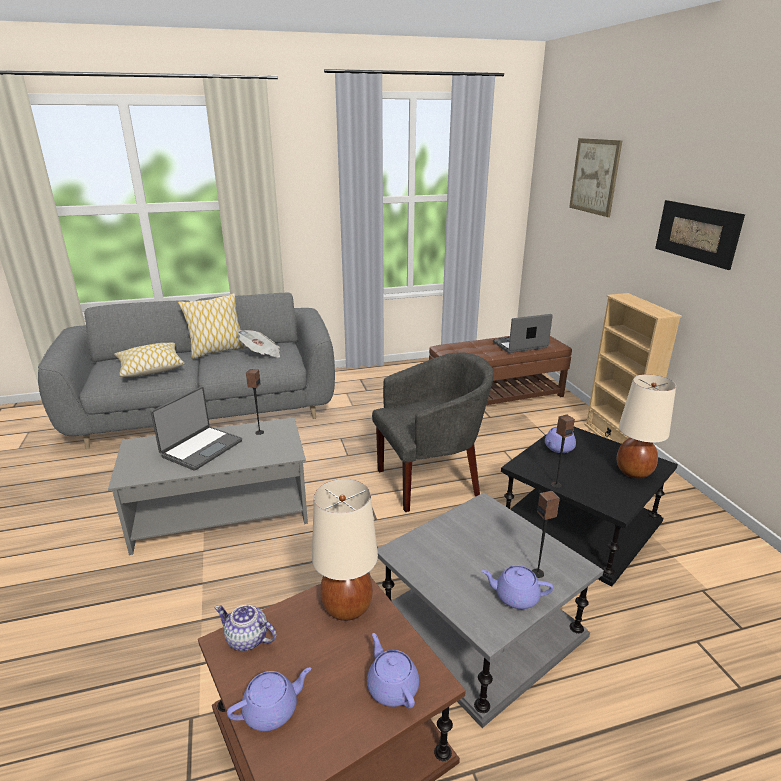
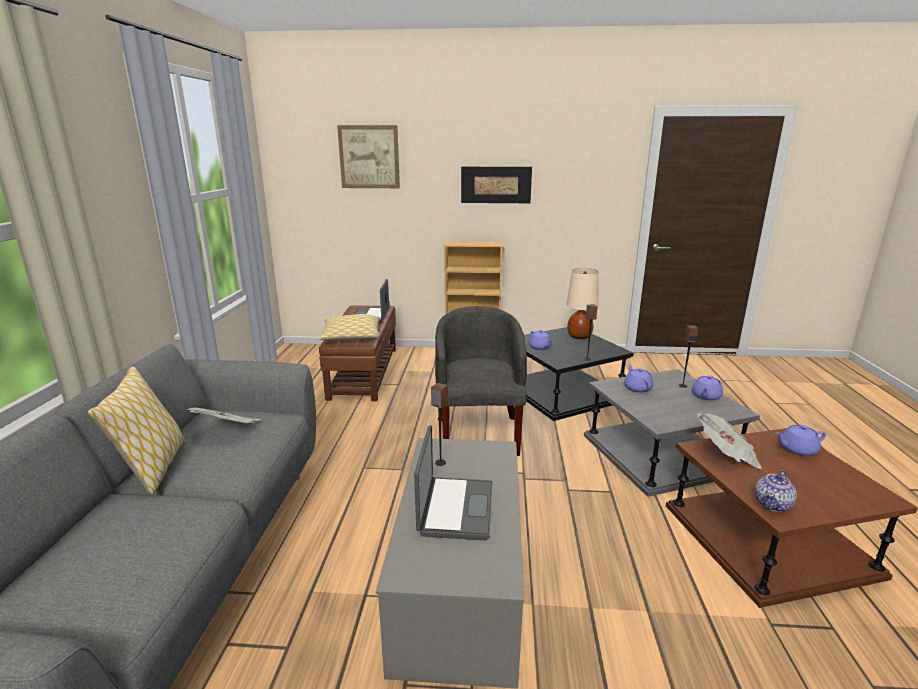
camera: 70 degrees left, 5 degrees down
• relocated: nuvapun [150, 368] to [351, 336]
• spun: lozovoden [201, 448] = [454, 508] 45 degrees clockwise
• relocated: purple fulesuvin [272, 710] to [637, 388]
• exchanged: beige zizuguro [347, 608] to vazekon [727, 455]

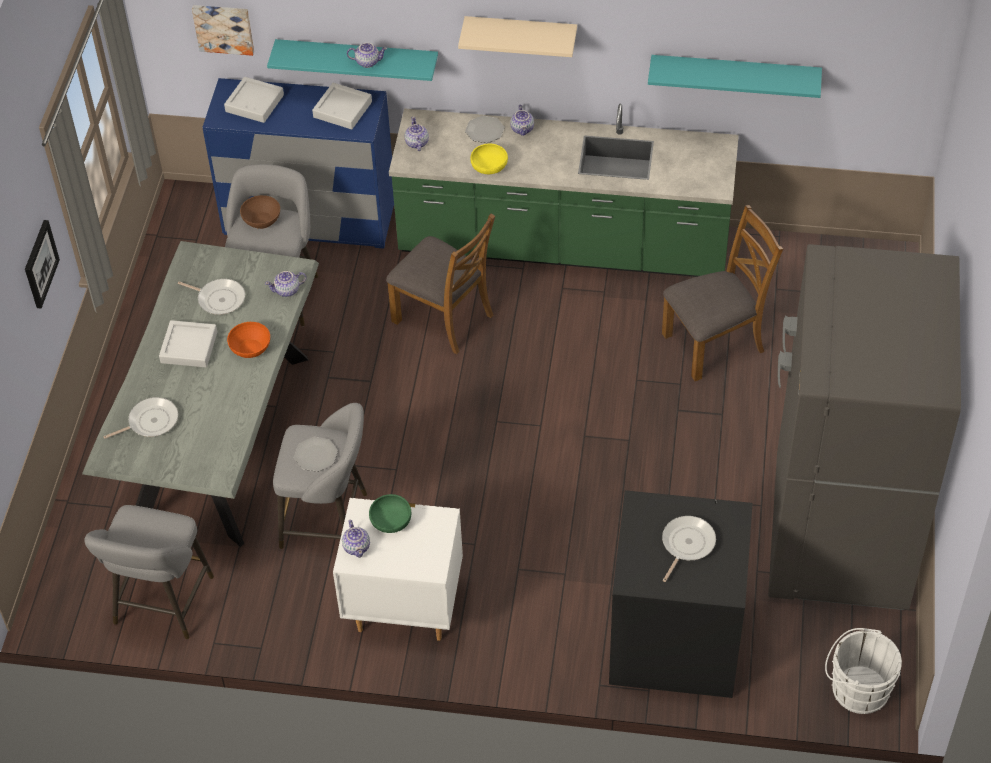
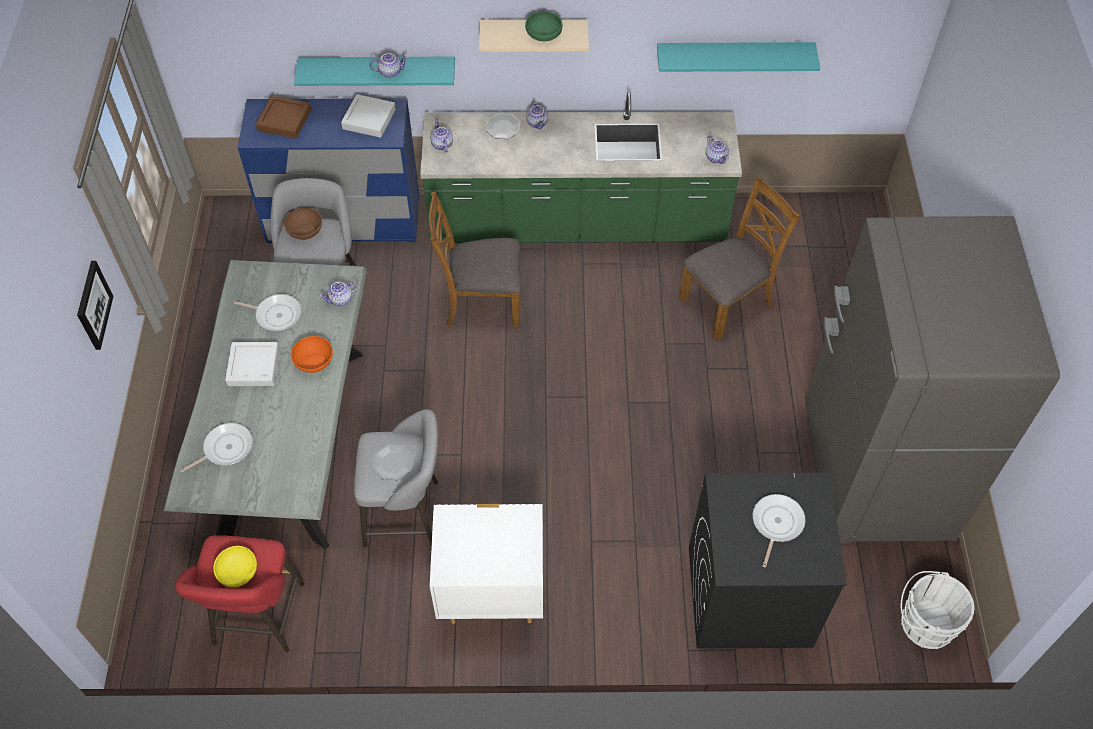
camera: 10 degrees left, 5 degrees up
• colour: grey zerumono [161, 605] to red zerumono [257, 619]
• relocated: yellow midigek [489, 167] to [238, 572]
• colour: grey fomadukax [254, 103] to brown fomadukax [284, 120]
• spun: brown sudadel [444, 317] = [481, 302] 150 degrees clockwise
• relocated: green midigek [391, 521] to [543, 35]
• relocated: fulesuvin [357, 546] to [716, 157]
• missing: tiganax [224, 28]

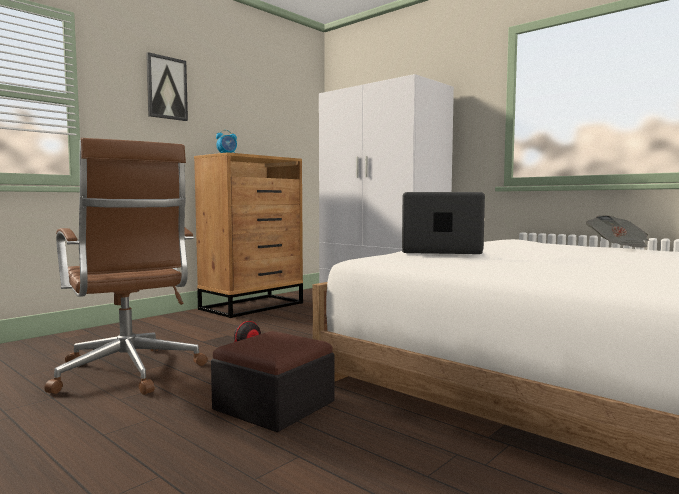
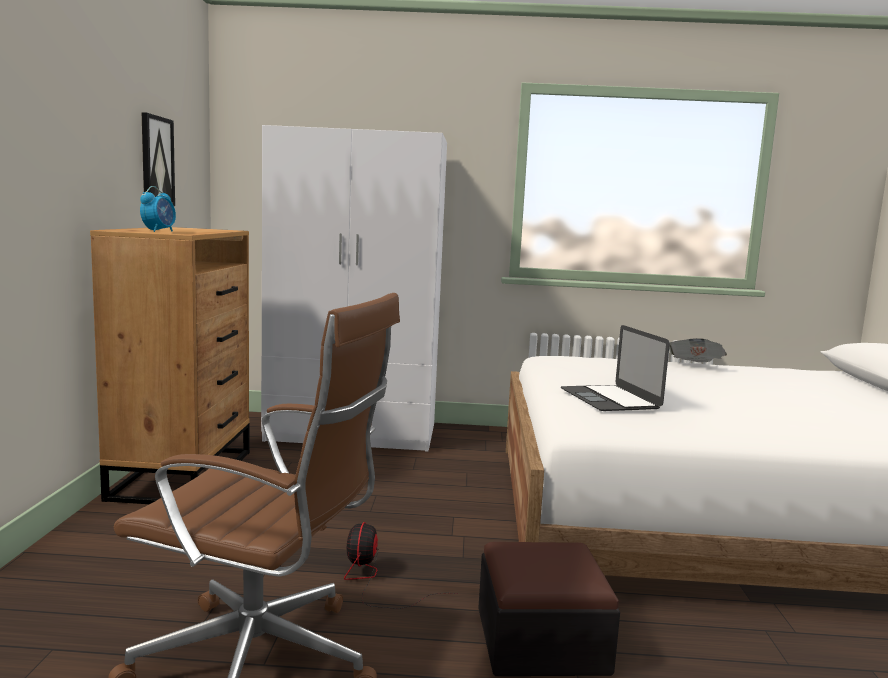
camera: 40 degrees left, 5 degrees up
• relocated: tiganax [166, 88] to [156, 161]
• spun: lozovoden [440, 251] = [610, 398] 75 degrees counterclockwise

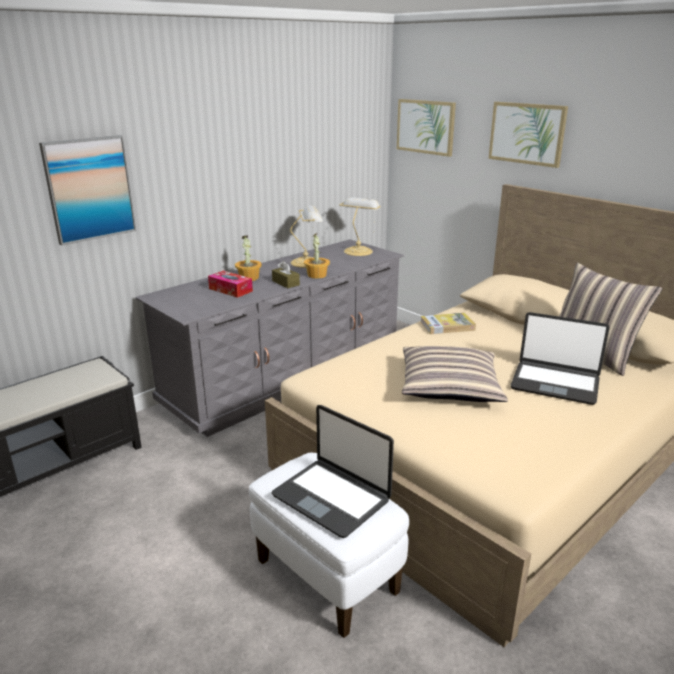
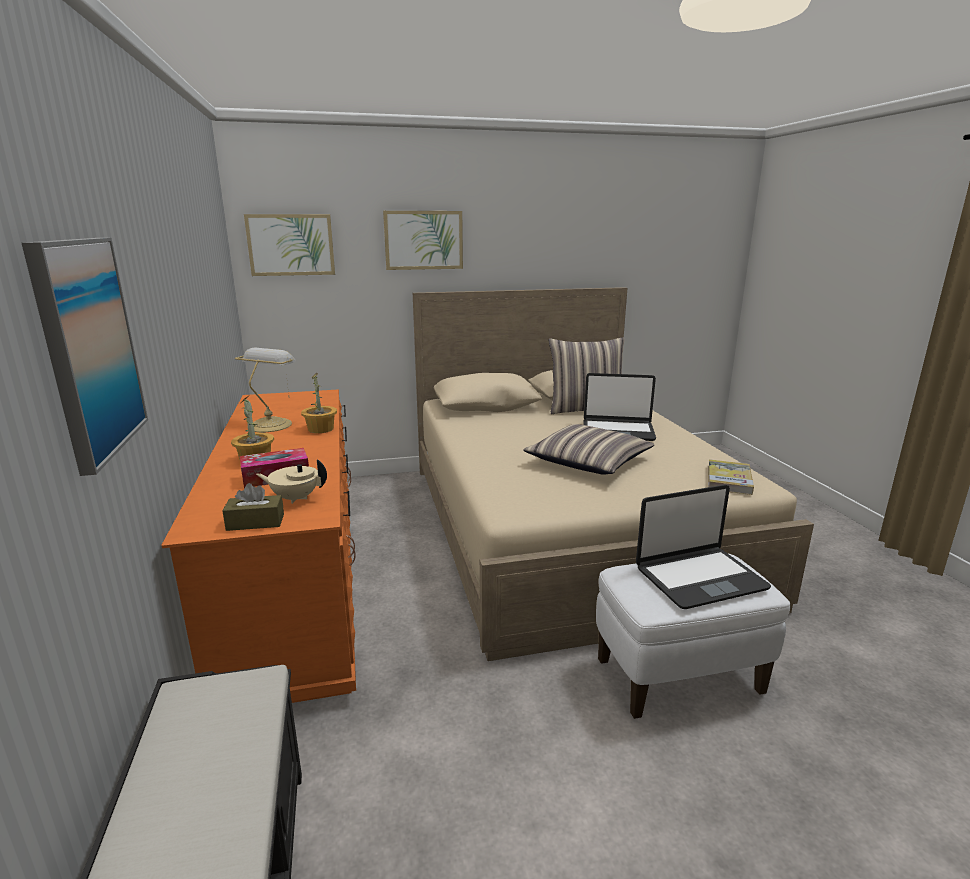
camera: 60 degrees left, 5 degrees down
• colour: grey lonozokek [286, 377] to orange lonozokek [297, 585]
• relocated: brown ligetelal [285, 283] to [255, 522]
• appeared: beige fulesuvin [295, 498]
• spun: lozovoden [555, 383] = [618, 431] 45 degrees clockwise
• relocated: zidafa [447, 326] to [729, 480]
• missing: zizuguro [358, 251]

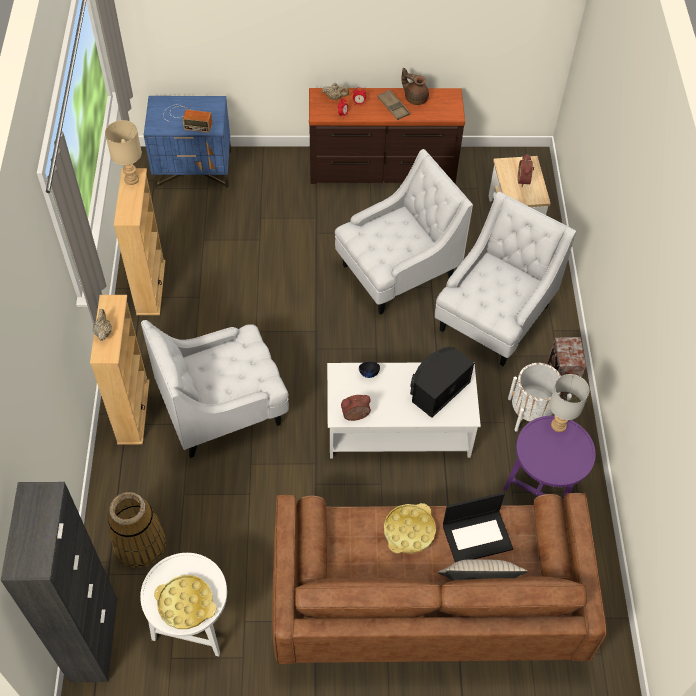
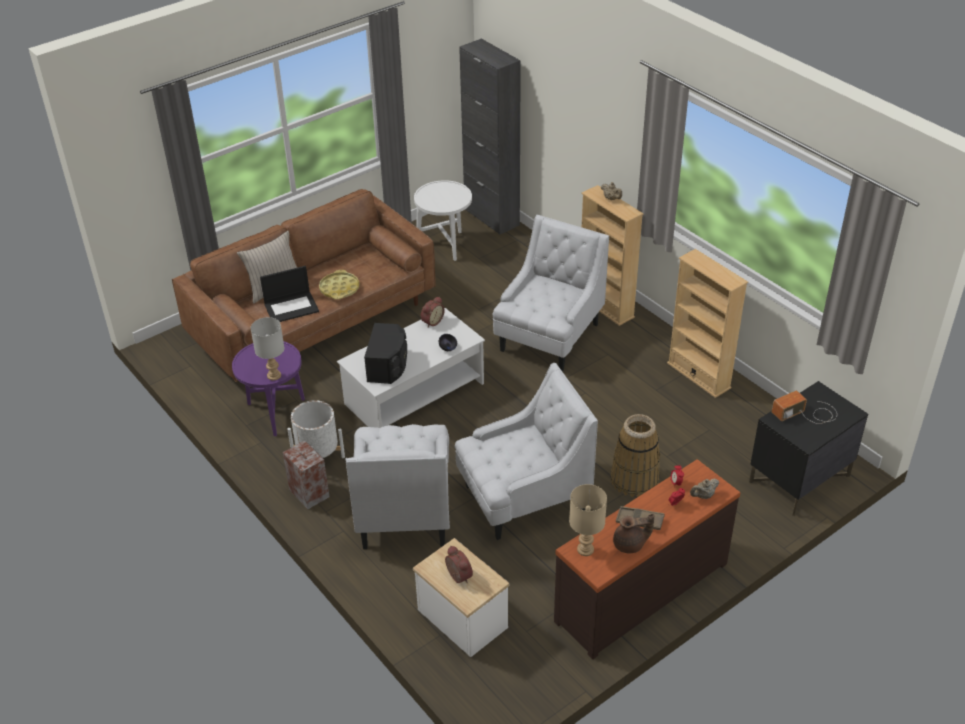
camera: 145 degrees right, 15 degrees down
• spun: lozovoden [477, 536] = [292, 307] 150 degrees counterclockwise
• spun: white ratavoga [396, 273] = [523, 498] 135 degrees counterclockwise
• relocated: beige zizuguro [132, 179] to [585, 550]
• relocated: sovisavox [139, 543] to [634, 479]
• colour: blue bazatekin [194, 169] to black bazatekin [799, 479]
• missing: yellow fomadukax [186, 604]

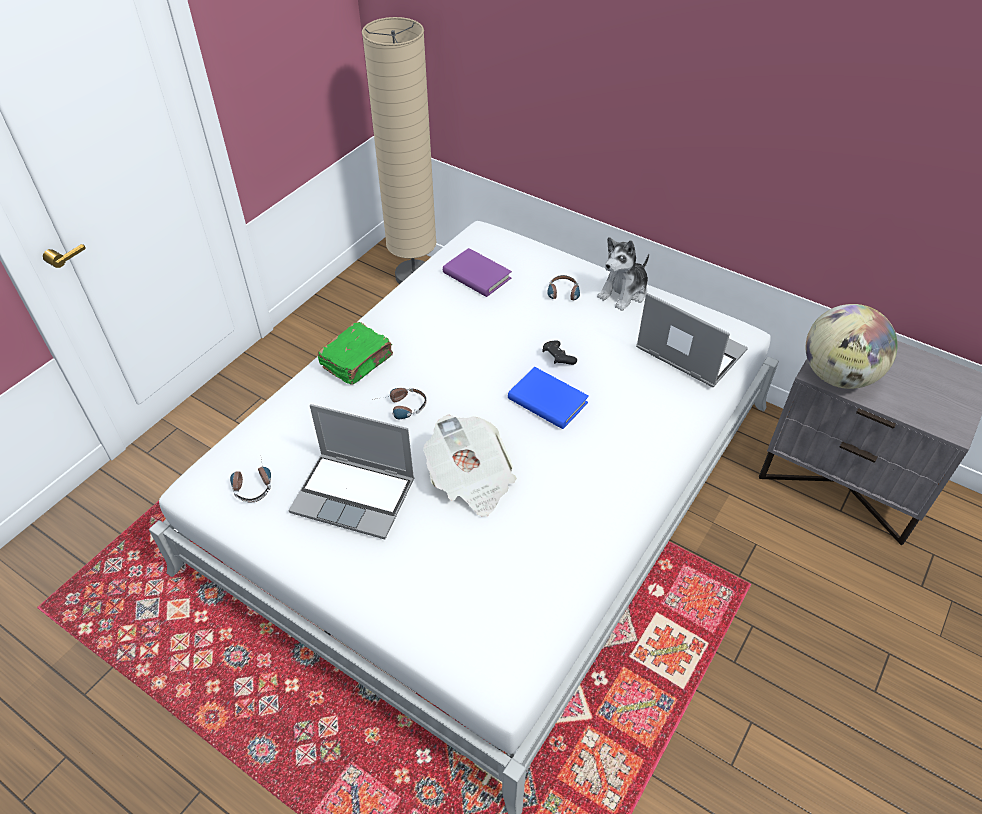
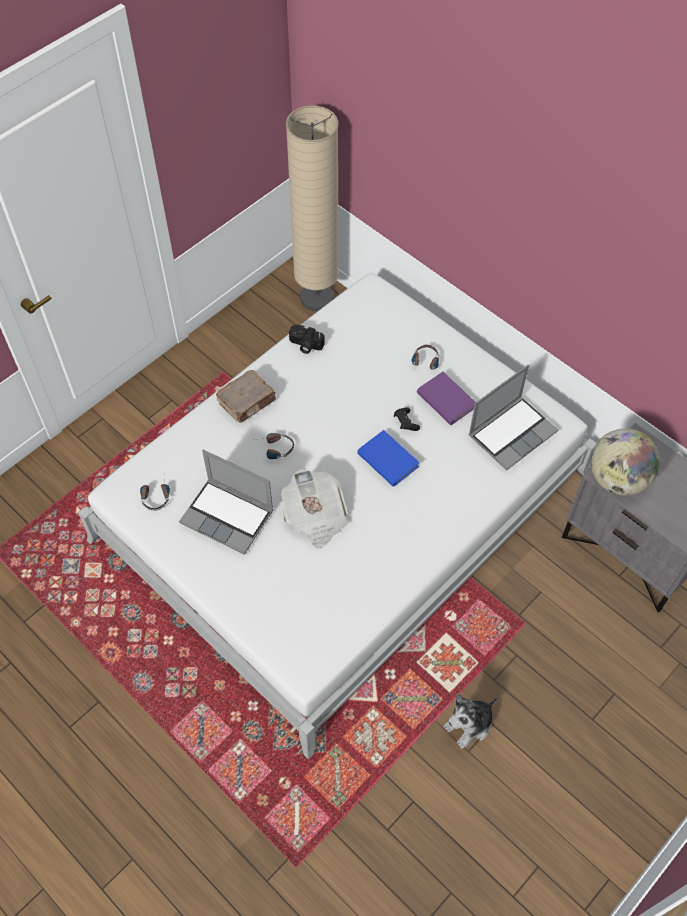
camera: 10 degrees right, 10 degrees up
• colour: green zidafa [358, 362] to brown zidafa [247, 402]
• appeared: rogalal [305, 345]
• relocated: purple zidafa [476, 276] to [446, 400]
• relocated: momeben [624, 293] to [469, 724]
• spun: lozovoden [688, 350] = [512, 432] 90 degrees clockwise

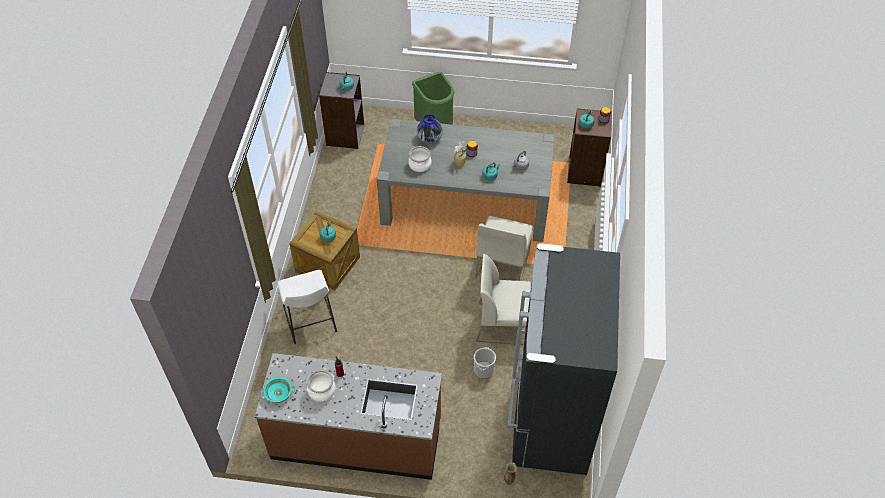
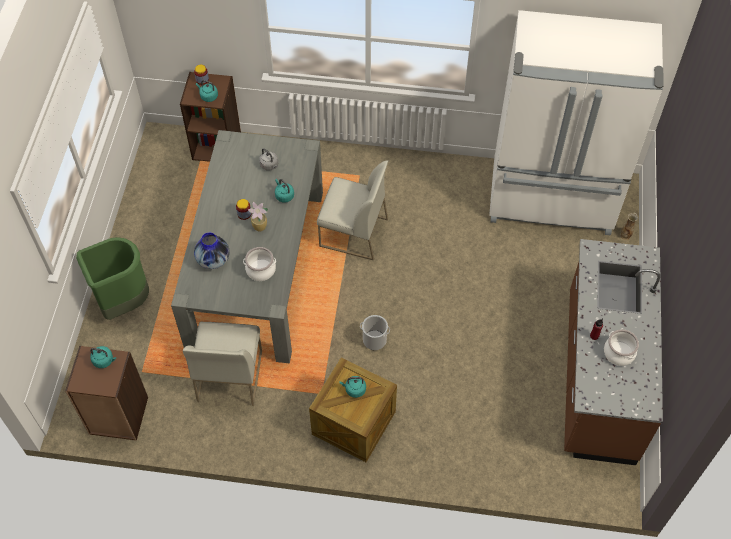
camera: 90 degrees left, 5 degrees up
• colour: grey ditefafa [344, 135] to brown ditefafa [118, 416]
• relocated: white sudadel [503, 323] to [229, 375]
• relocated: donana [484, 369] to [374, 340]
• colour: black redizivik [549, 418] to white redizivik [552, 199]
• missing: turquoise midigek [278, 394]
• missing: white zerumono [310, 323]

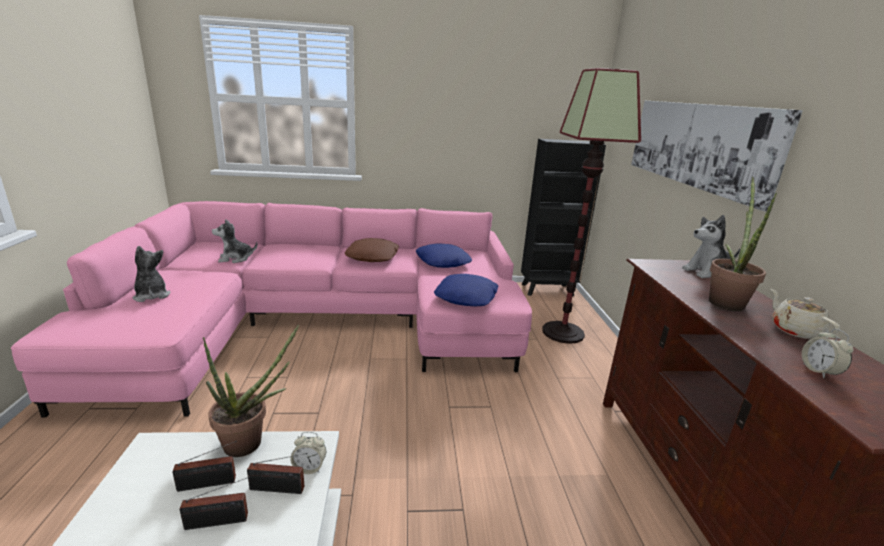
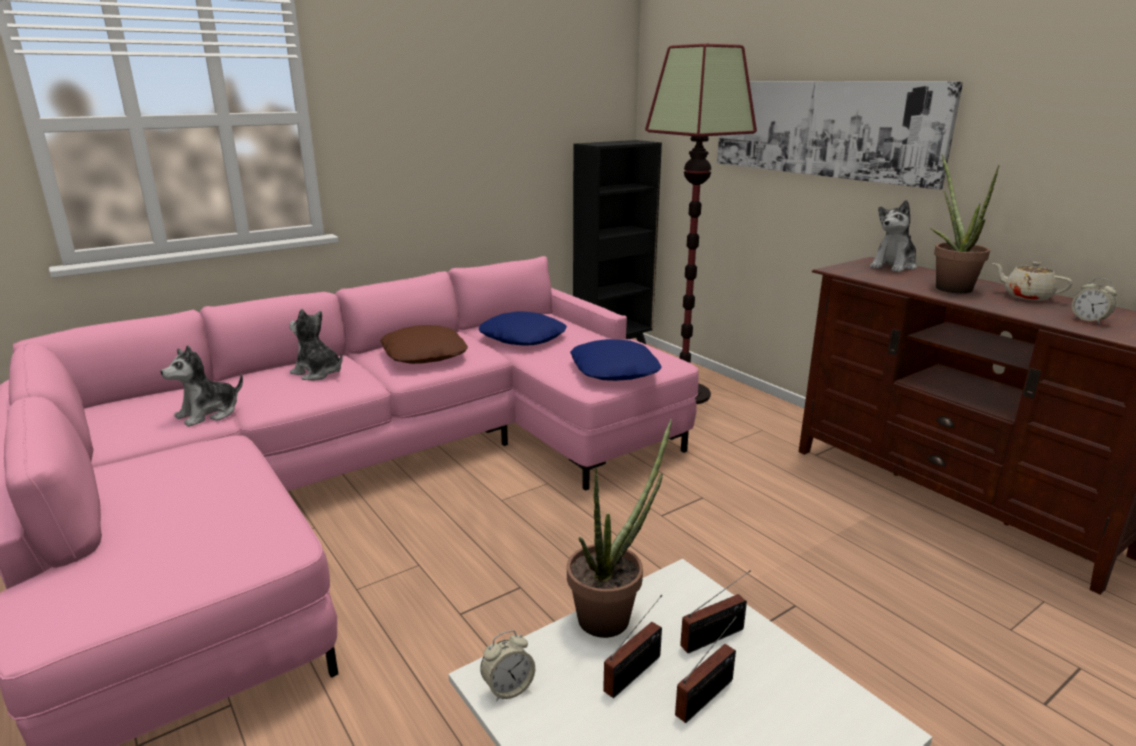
camera: 30 degrees left, 0 degrees up
• relocated: momeben [151, 295] to [318, 373]
• relocated: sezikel [309, 467] to [508, 688]

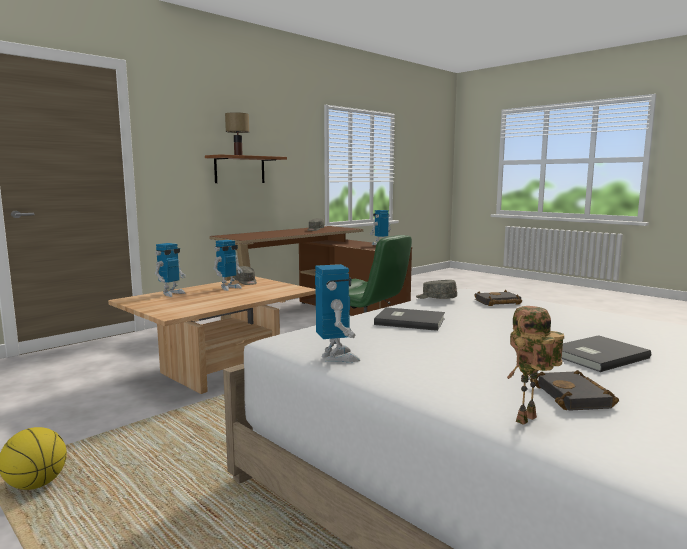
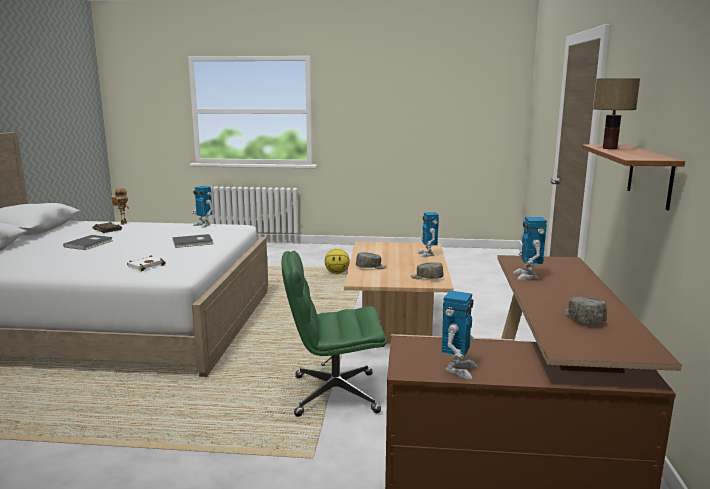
camera: 140 degrees right, 5 degrees up
• colour: black zidafa [497, 302] to white zidafa [146, 266]
• relocated: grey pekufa [435, 298] to [371, 267]
• relocated: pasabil [228, 288] to [527, 276]

